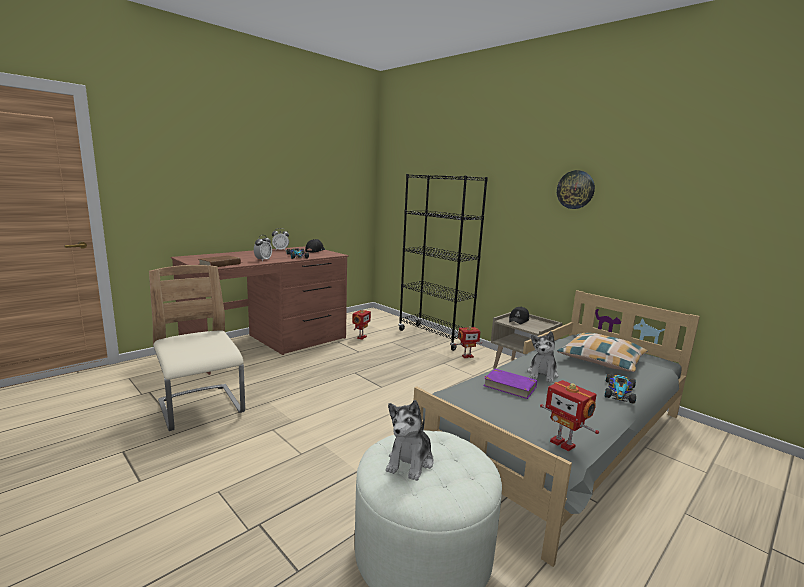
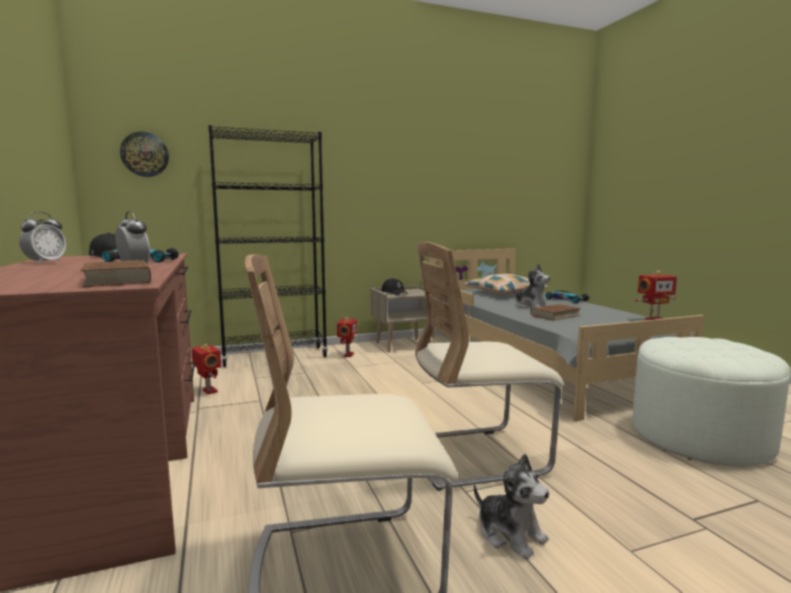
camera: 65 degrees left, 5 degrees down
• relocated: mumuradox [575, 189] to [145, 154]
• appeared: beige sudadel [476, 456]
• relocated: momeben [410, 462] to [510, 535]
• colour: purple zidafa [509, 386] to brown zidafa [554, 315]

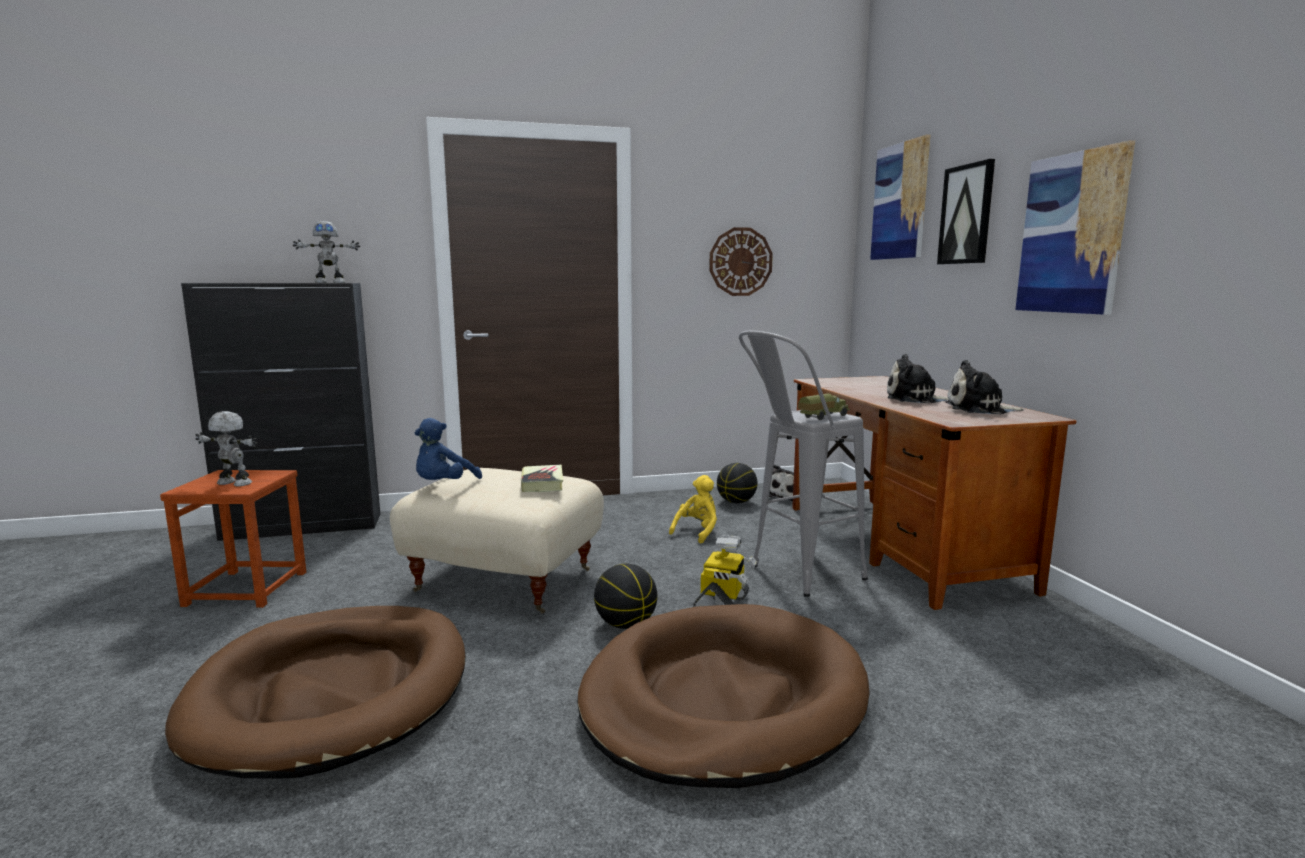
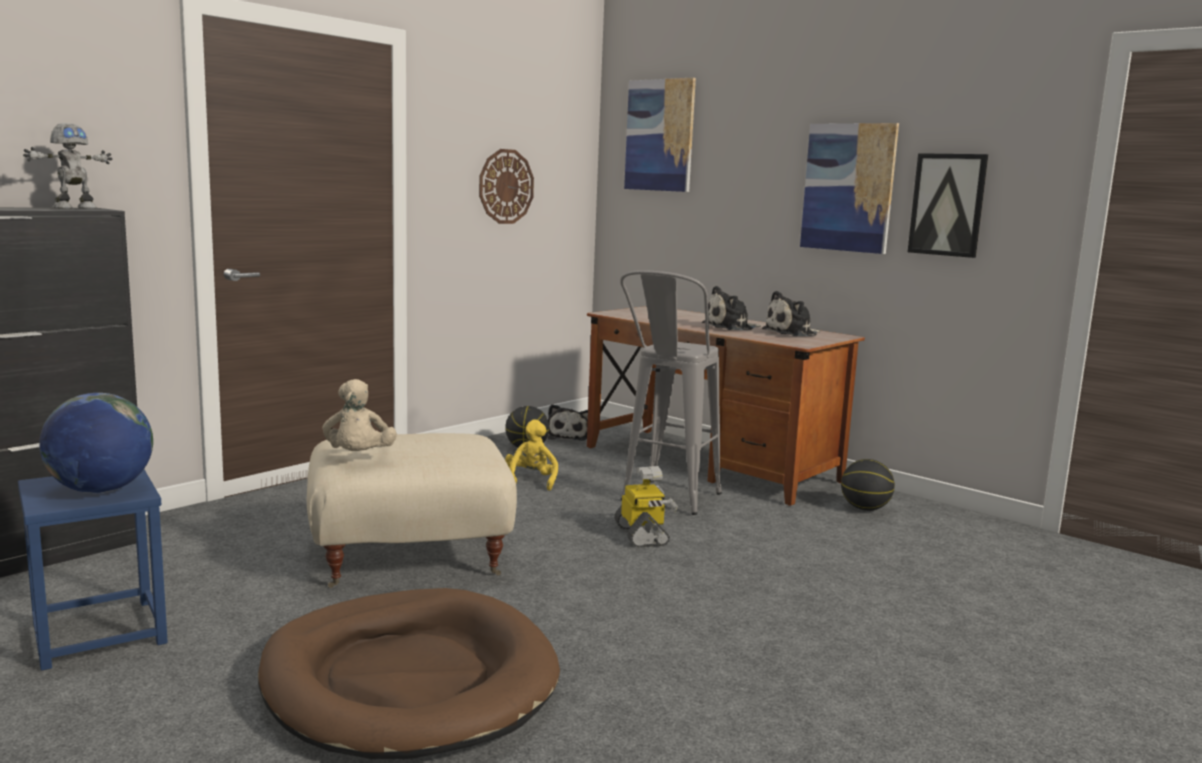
camera: 35 degrees left, 0 degrees up
• colour: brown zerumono [247, 589] to blue zerumono [100, 633]
• exchanged: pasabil [233, 484] to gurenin [101, 490]
• colour: blue momeben [444, 486] to beige momeben [359, 457]
• relocated: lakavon [625, 624] to [865, 509]
• relocated: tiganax [966, 214] to [947, 205]
• missing: zidafa [542, 483]
• missing: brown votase [722, 699]
• missing: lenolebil [822, 417]

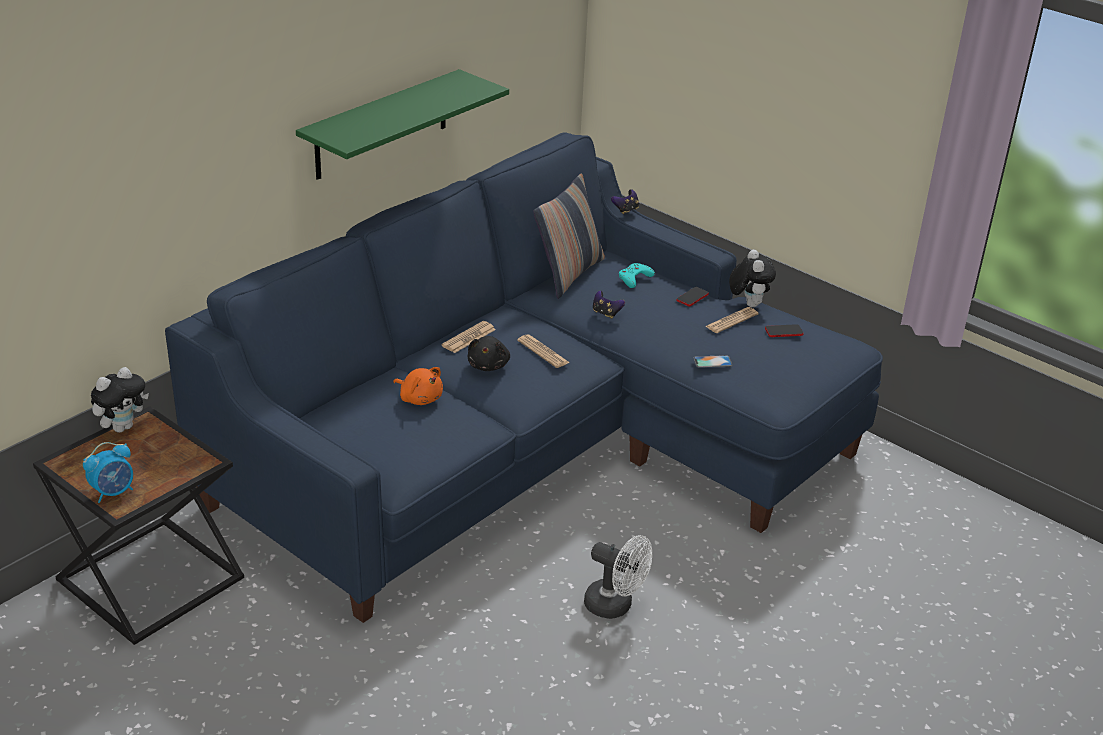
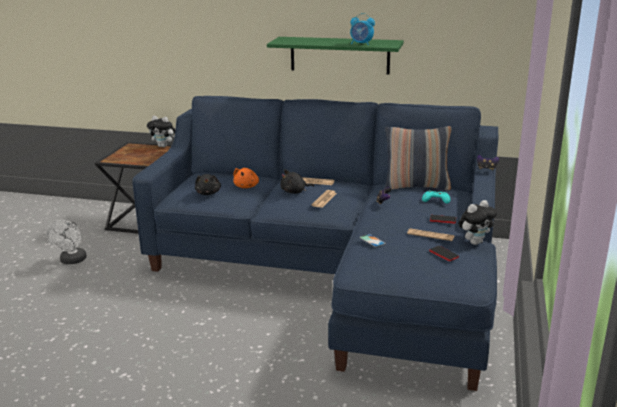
camera: 65 degrees right, 10 degrees down
• relocated: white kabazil [615, 606] to [72, 261]
• appeared: black momeben [208, 193]
• relocated: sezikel [113, 492] to [361, 44]

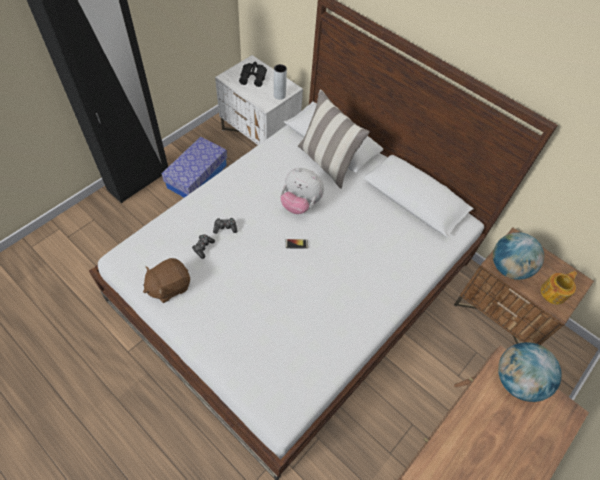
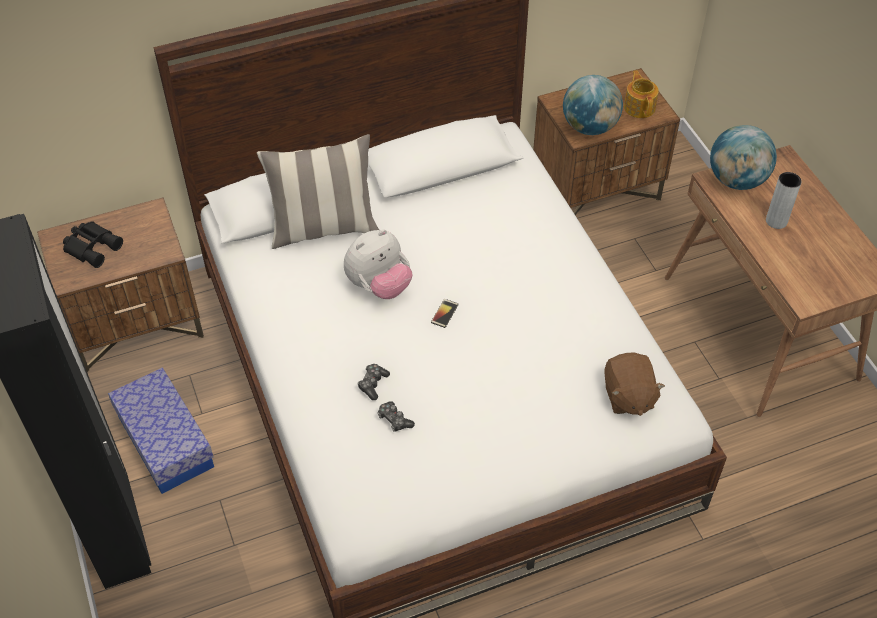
camera: 60 degrees left, 5 degrees down
• colour: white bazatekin [260, 135] to brown bazatekin [137, 324]
• relocated: brown momeben [169, 286] to [628, 396]
• relocated: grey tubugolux [279, 95] to [776, 221]

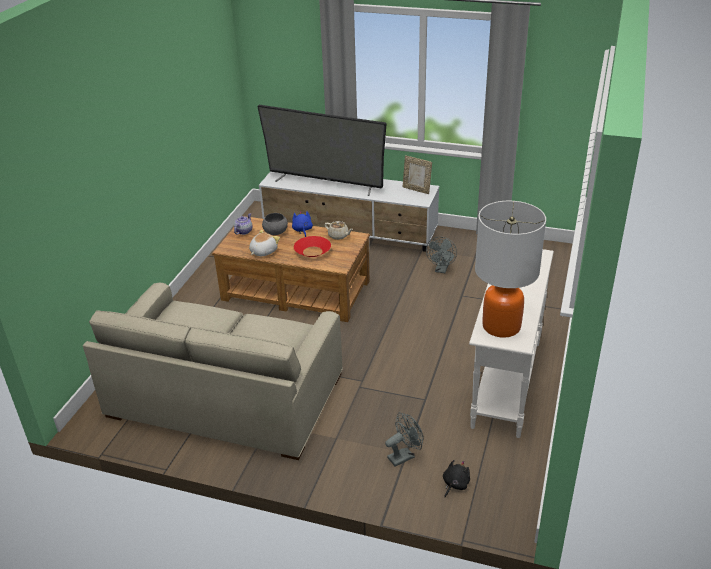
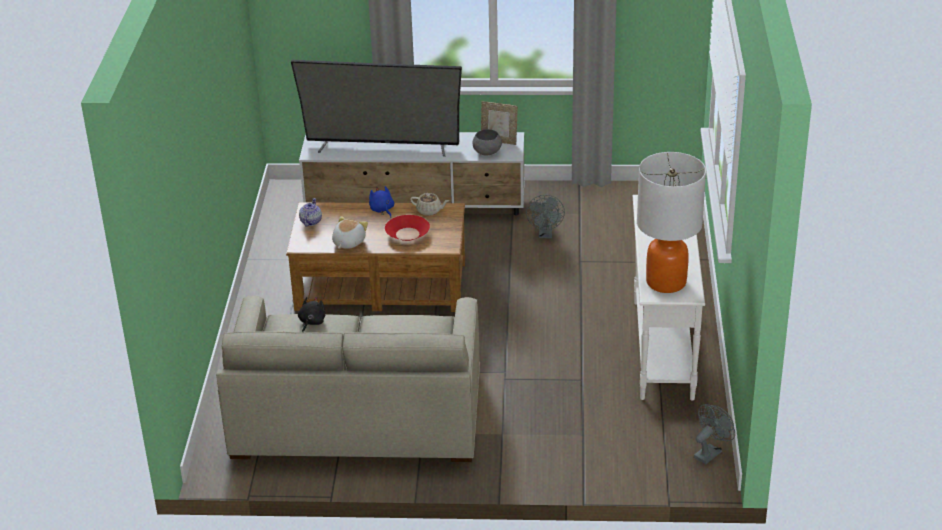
camera: 15 degrees left, 0 degrees up
• relocated: black momeben [455, 484] to [311, 322]
• relocated: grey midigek [275, 232] to [487, 152]
• relocated: grey kabazil [404, 456] to [710, 452]

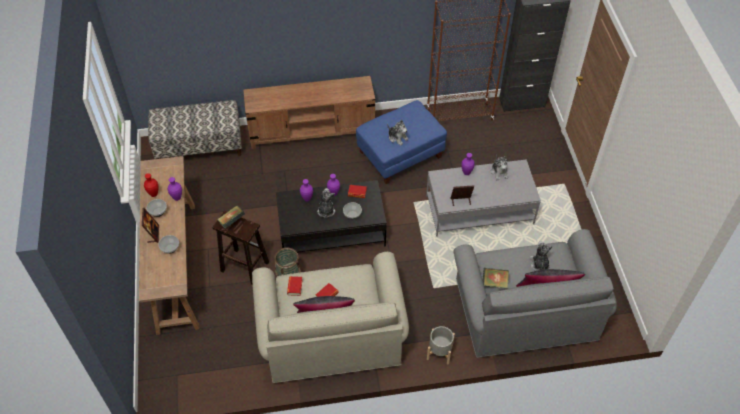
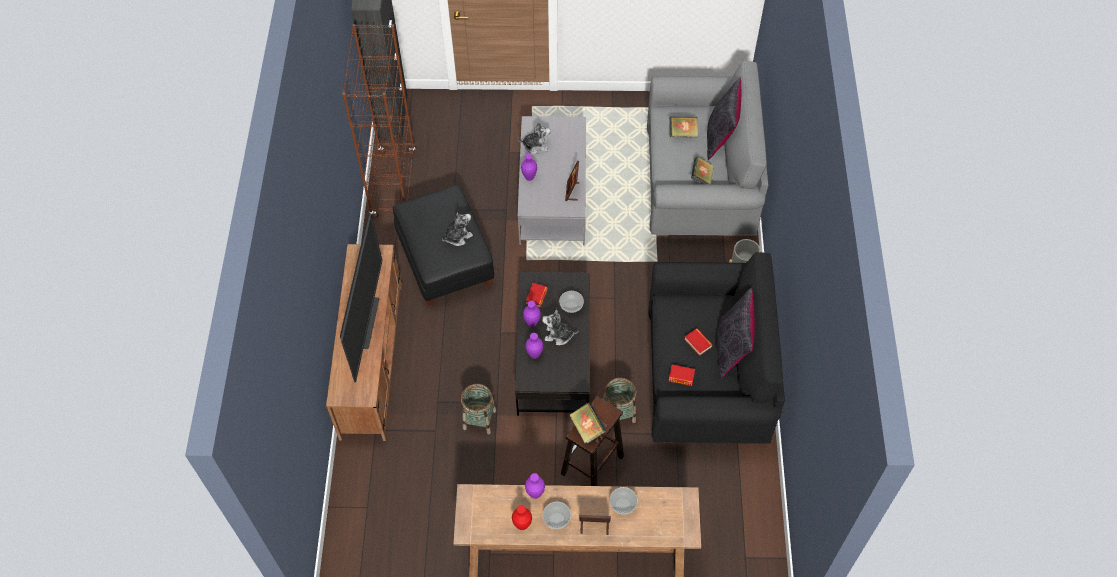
camera: 80 degrees left, 5 degrees up
• appeared: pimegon [368, 323]
• colour: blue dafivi [400, 155] to black dafivi [445, 261]
• appeared: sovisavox [479, 419]
• colour: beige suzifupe [331, 334] to black suzifupe [706, 376]
• exchanged: momeben [539, 264] to zidafa [683, 133]
• missing: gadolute [199, 146]

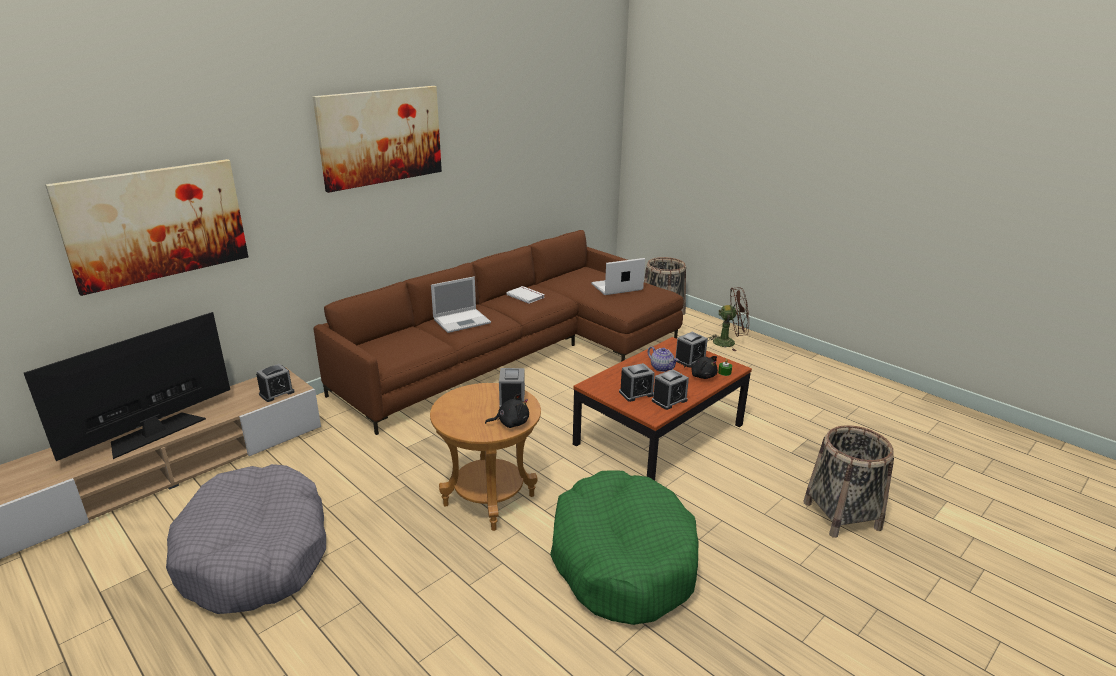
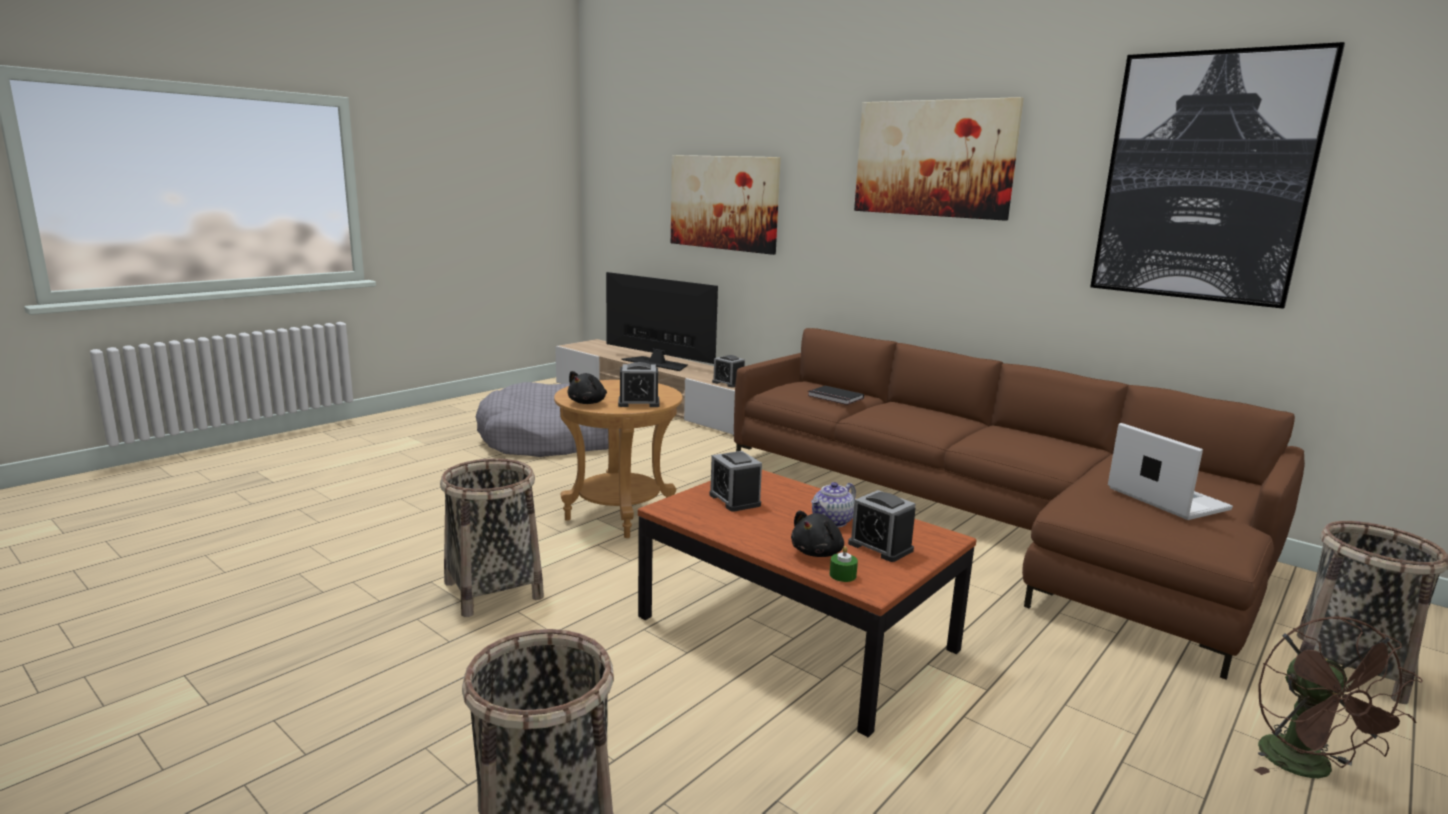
camera: 85 degrees right, 10 degrees down
• exchanged: green votase [622, 560] to sovisavox [493, 590]
• spun: black momeben [511, 423] = [588, 403] 45 degrees clockwise
• appeared: black zidafa [834, 397]
• appeared: tiganax [1205, 178]
• missing: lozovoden [462, 320]
• missing: white zidafa [526, 296]
• missing: sezikel [669, 400]

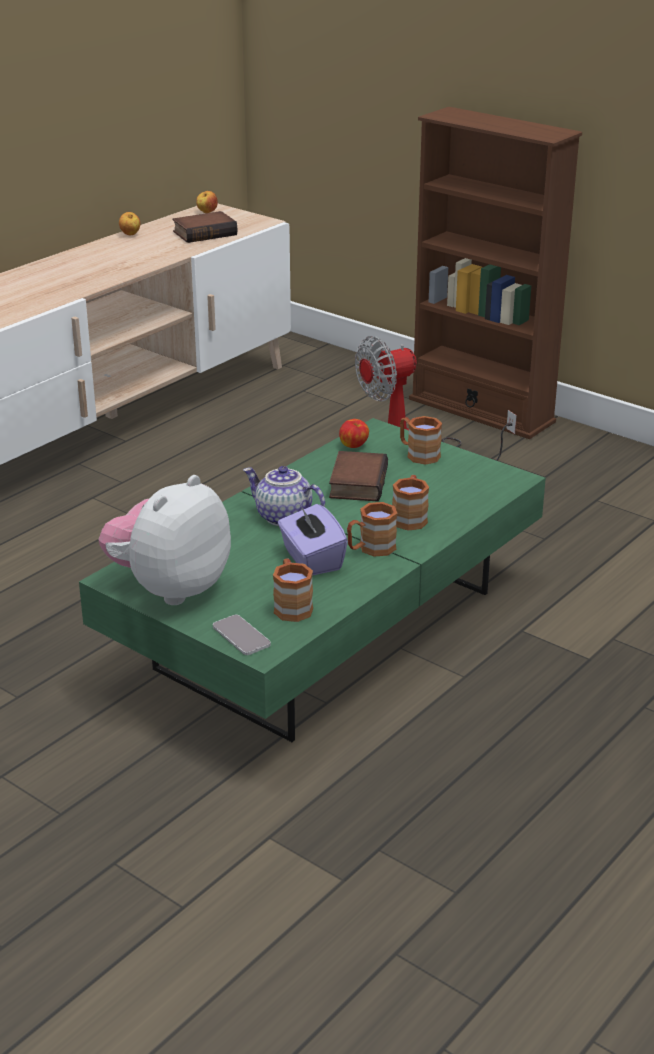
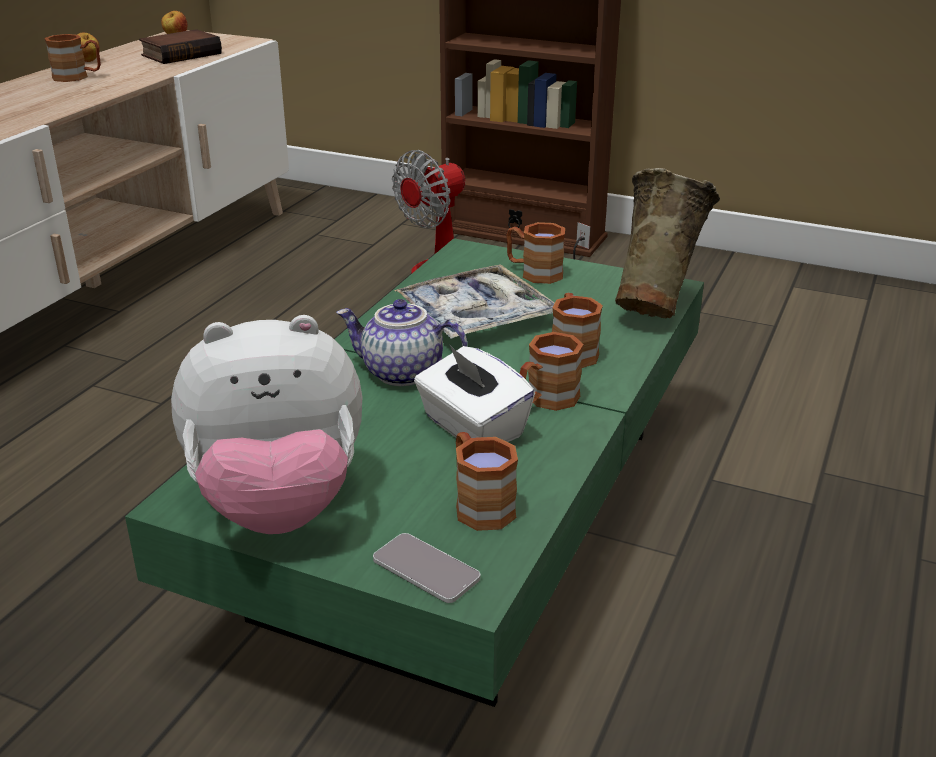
camera: 15 degrees left, 0 degrees up
• appeared: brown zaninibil [78, 77]
• spun: momeben [170, 588] = [278, 505] 120 degrees counterclockwise
• exchanged: zidafa [356, 482] to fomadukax [476, 316]
• colour: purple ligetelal [311, 559] to white ligetelal [472, 428]
• appeared: beige tubugolux [656, 305]
• missing: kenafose [354, 446]

